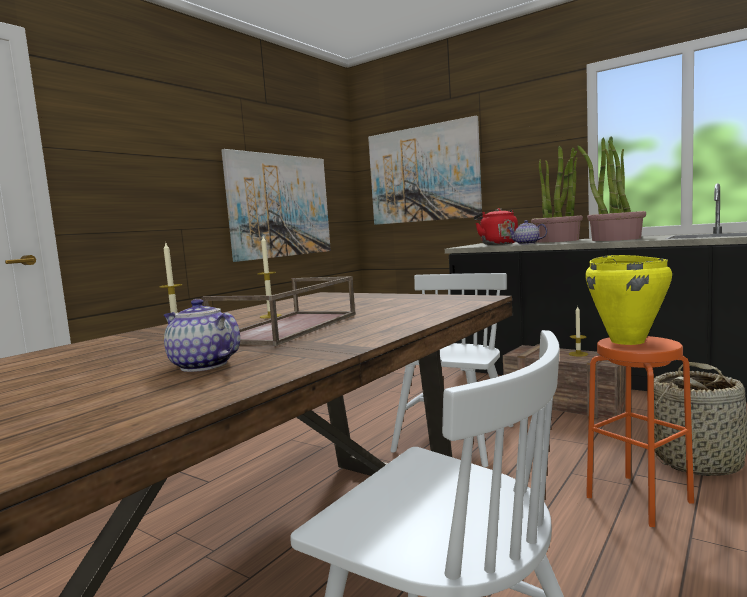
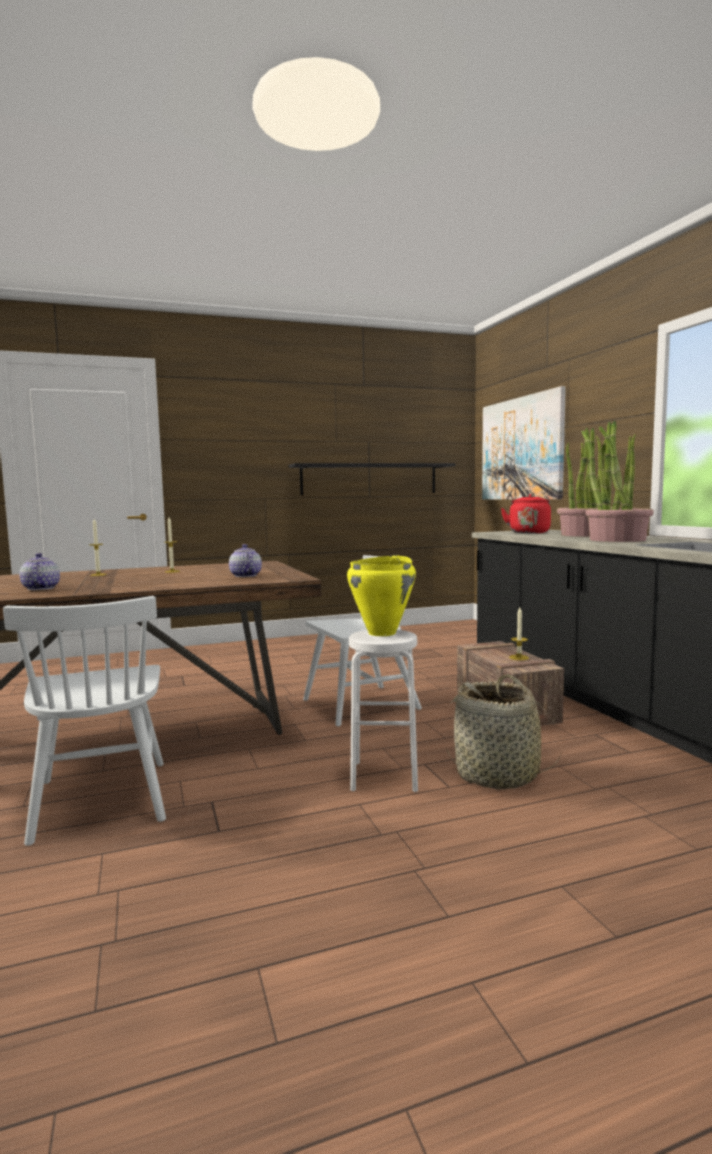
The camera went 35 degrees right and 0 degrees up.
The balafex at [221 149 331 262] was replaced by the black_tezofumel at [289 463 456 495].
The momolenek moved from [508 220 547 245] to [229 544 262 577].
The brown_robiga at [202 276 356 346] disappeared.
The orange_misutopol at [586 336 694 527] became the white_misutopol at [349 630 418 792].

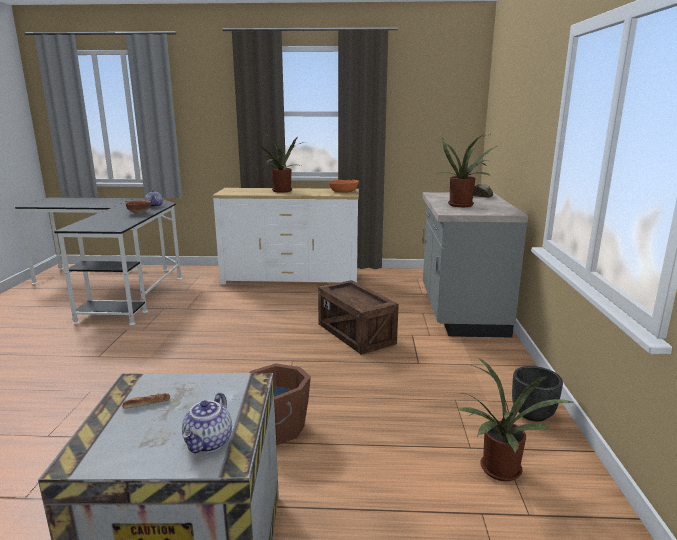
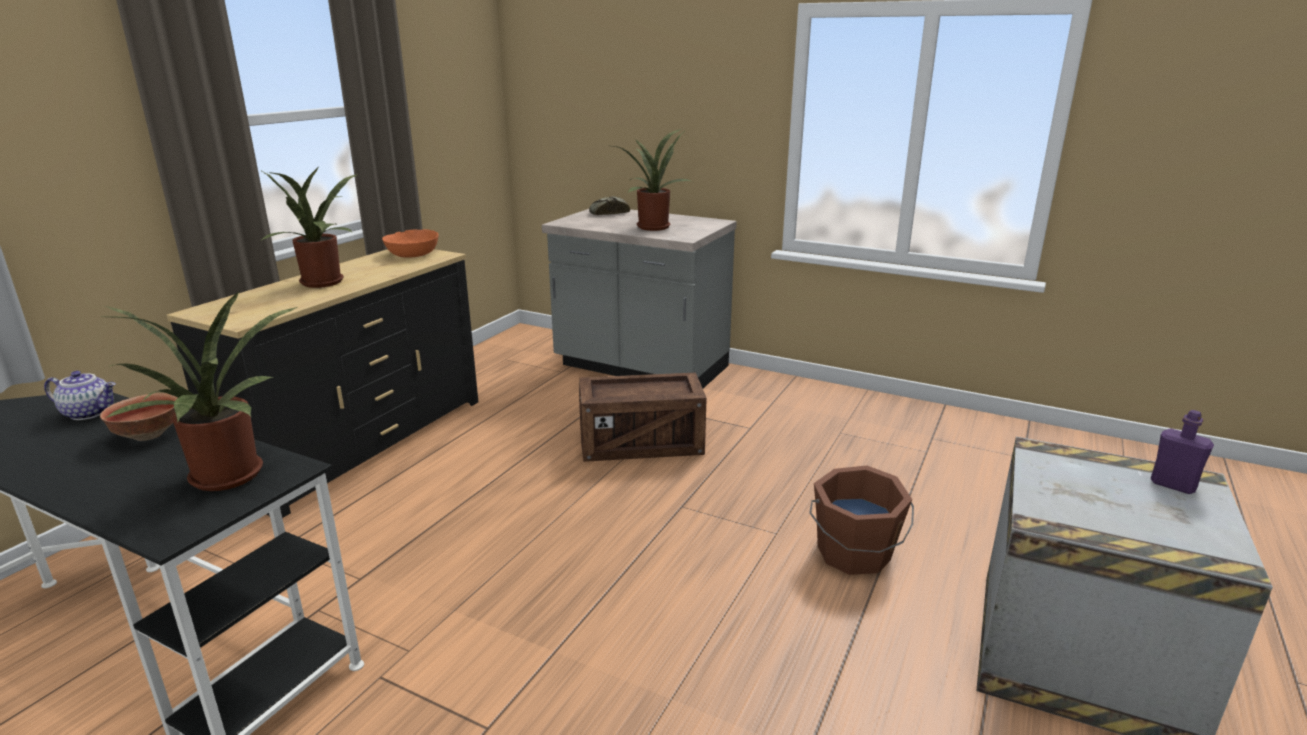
The camera went 65 degrees left and 5 degrees up.
The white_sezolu at [212 188 359 284] became the black_sezolu at [167 249 478 518].
The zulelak moved from [459 357 574 481] to [105 291 298 491].
The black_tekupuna at [512 366 563 422] disappeared.
The momolenek at [182 392 232 453] was replaced by the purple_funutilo at [1151 410 1214 494].
The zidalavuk at [122 393 170 409] disappeared.

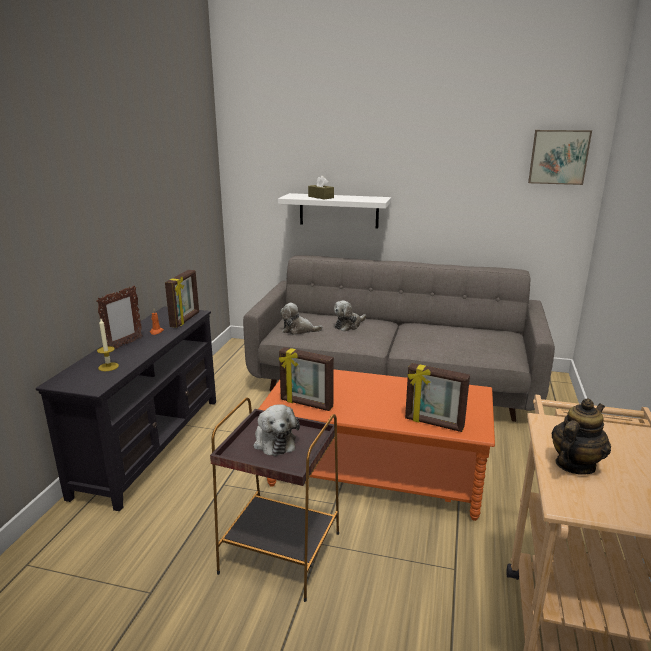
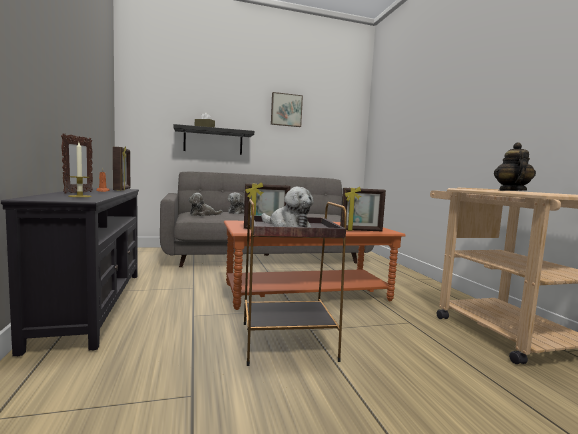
The camera went 30 degrees left and 15 degrees down.
The balafex moved from [528 130 592 185] to [271 92 303 127].
The white_tezofumel at [278 193 391 229] became the black_tezofumel at [173 124 254 155].

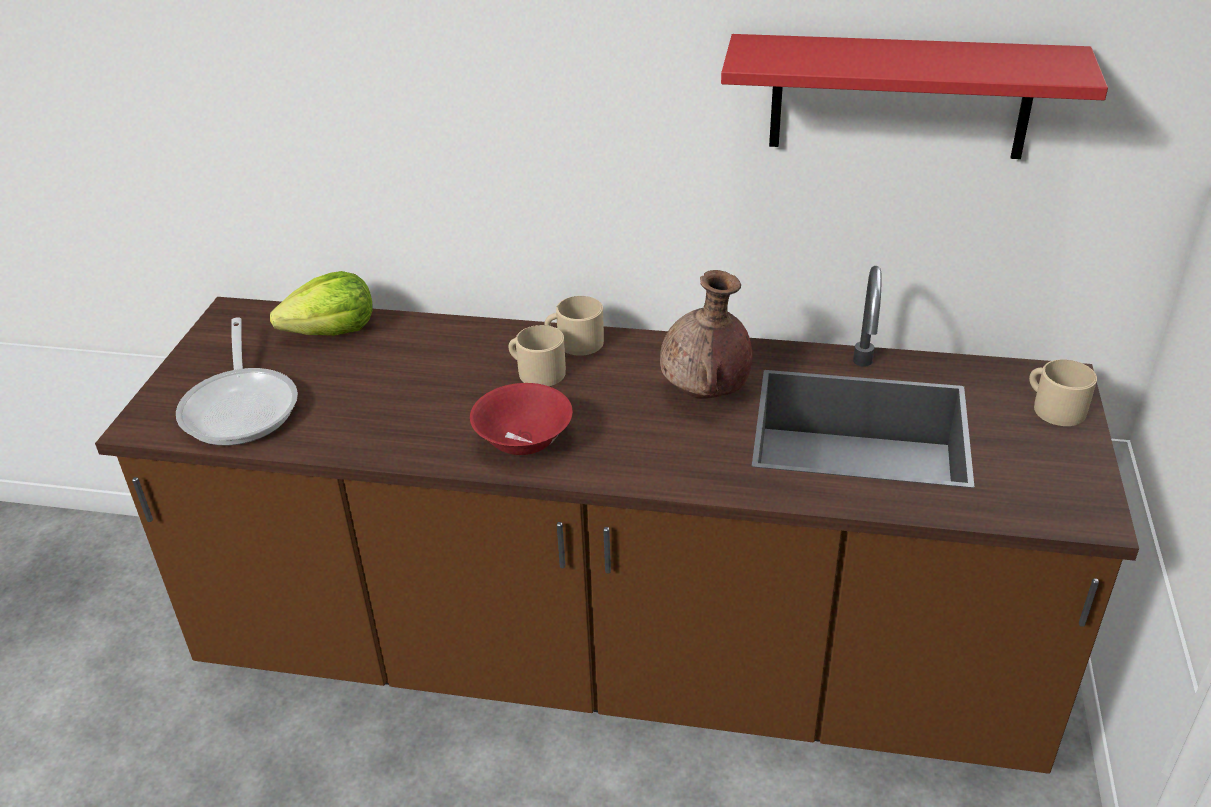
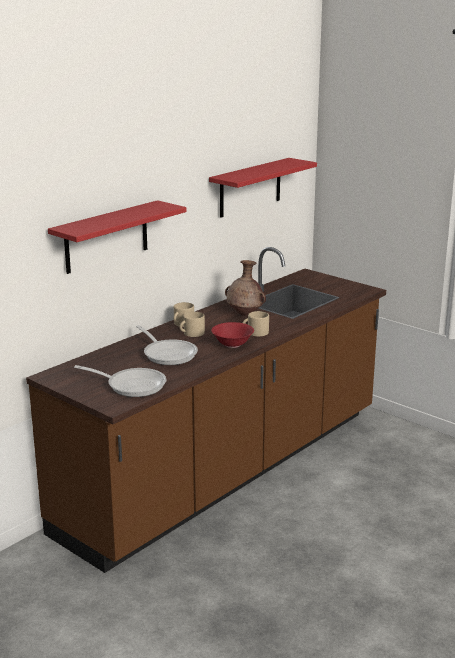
The camera went 60 degrees left and 15 degrees down.
The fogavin at [270 271 373 336] disappeared.
The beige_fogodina moved from [1029 359 1097 426] to [243 311 269 336].
The red_tezofumel at [48 200 187 274] appeared.
The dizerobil at [136 325 198 365] appeared.

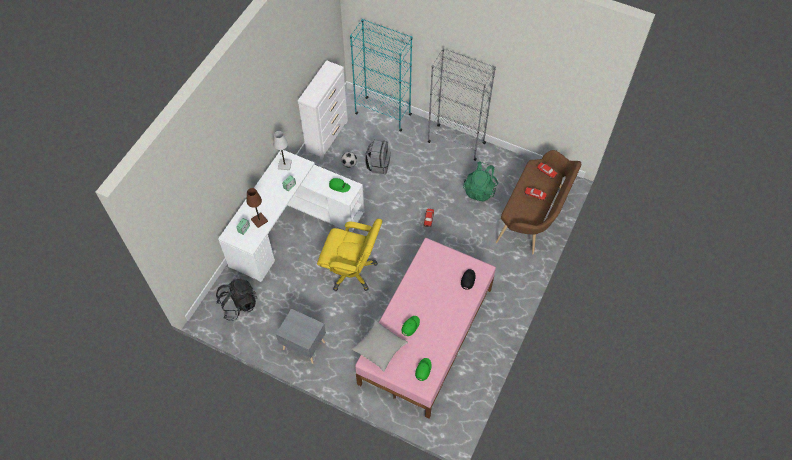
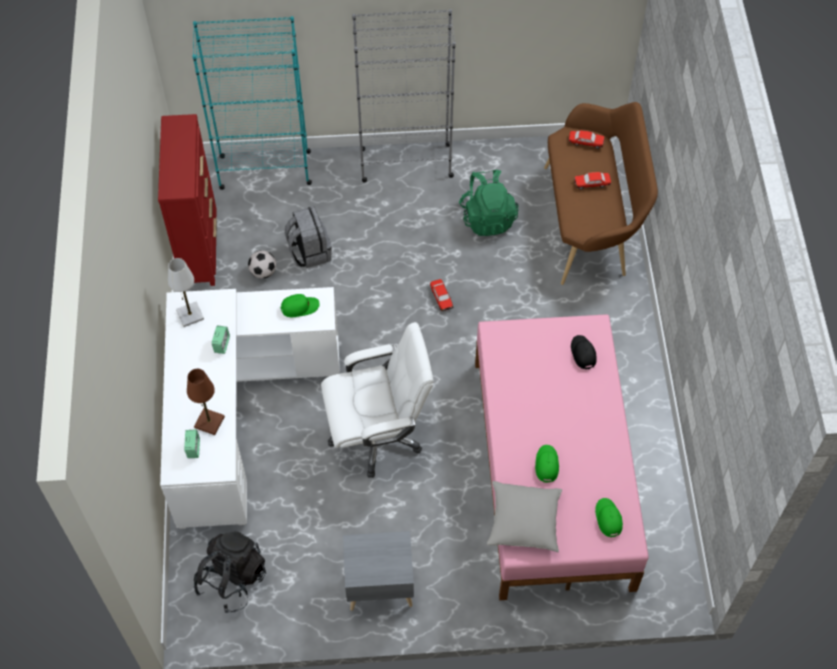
The camera went 30 degrees left and 0 degrees up.
The white_sezolu at [298 60 348 160] became the red_sezolu at [158 114 217 286].
The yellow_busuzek at [317 219 382 291] became the white_busuzek at [321 322 434 478].

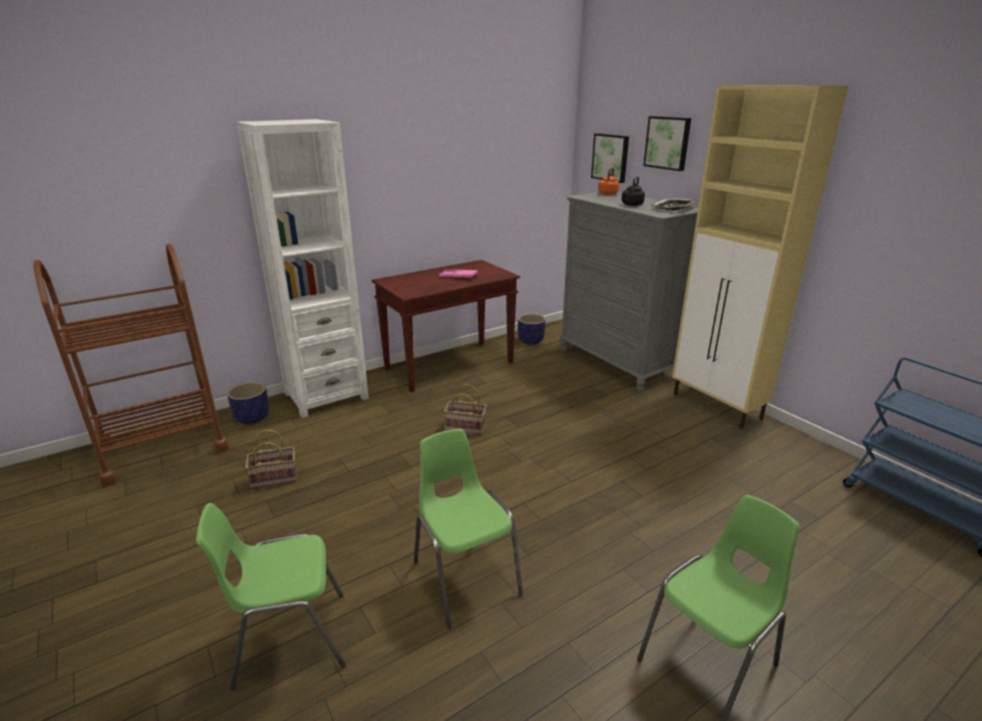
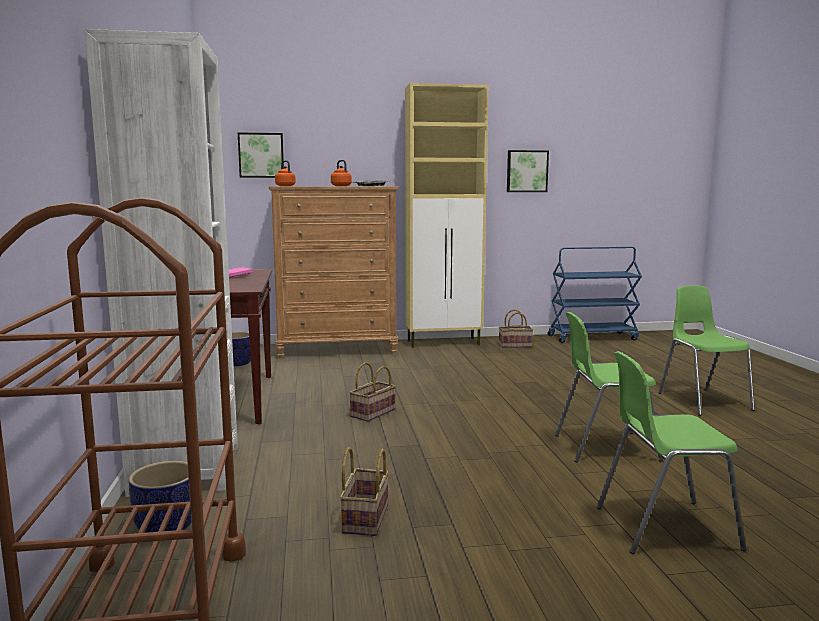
The camera went 65 degrees left and 15 degrees down.
The balafex moved from [643 116 691 171] to [507 150 549 192].
The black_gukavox at [622 176 645 206] became the orange_gukavox at [331 160 352 186].
The grey_sezolu at [560 192 698 392] became the brown_sezolu at [269 187 399 359].
The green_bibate at [196 503 346 690] turned 75 degrees clockwise.
The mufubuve at [499 309 533 348] appeared.

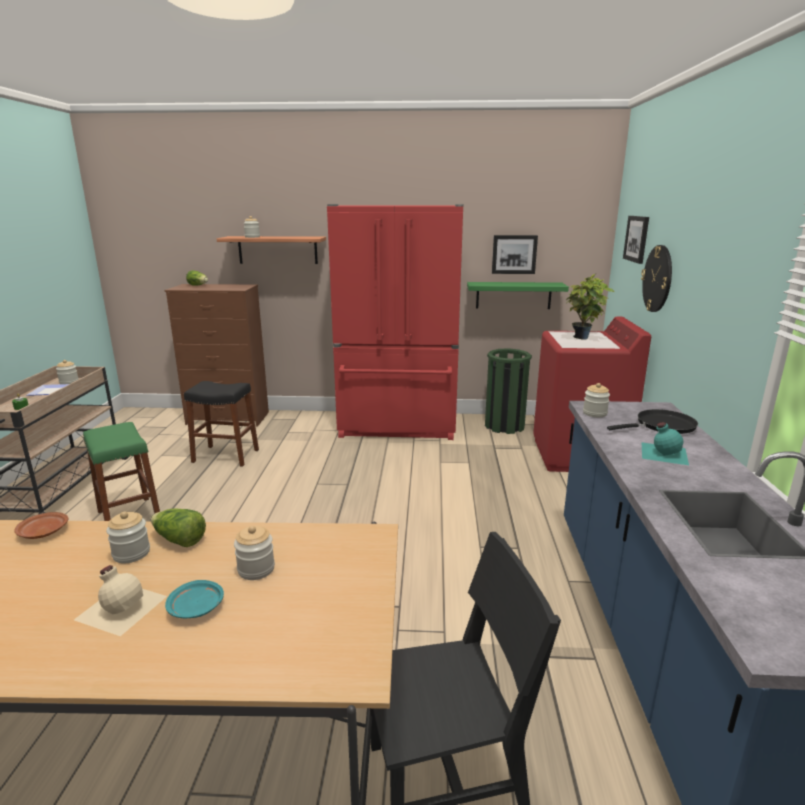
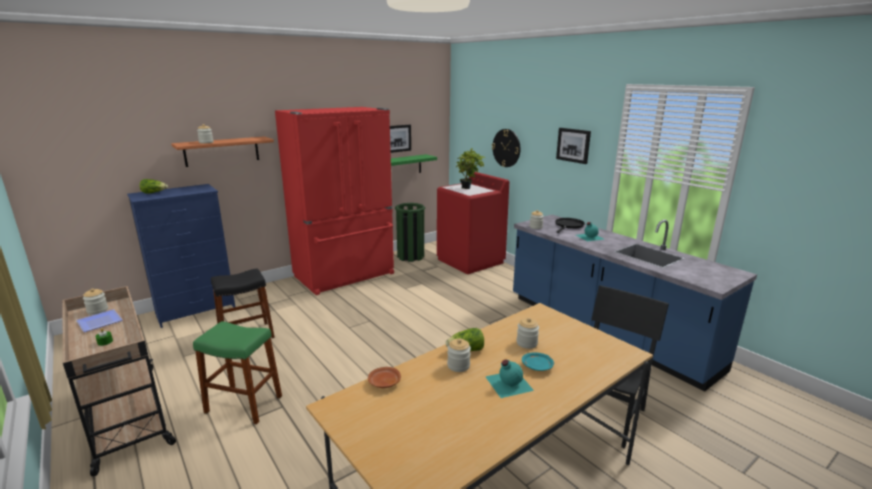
The camera went 40 degrees left and 0 degrees up.
The balafex moved from [623 216 649 264] to [556 128 591 164].
The brown_sezolu at [164 284 269 426] became the blue_sezolu at [127 184 235 328].
The beige_funutilo at [74 565 167 636] became the turquoise_funutilo at [485 360 534 398].

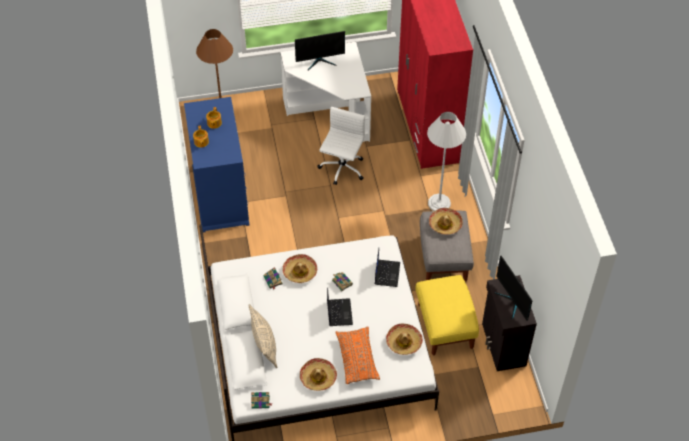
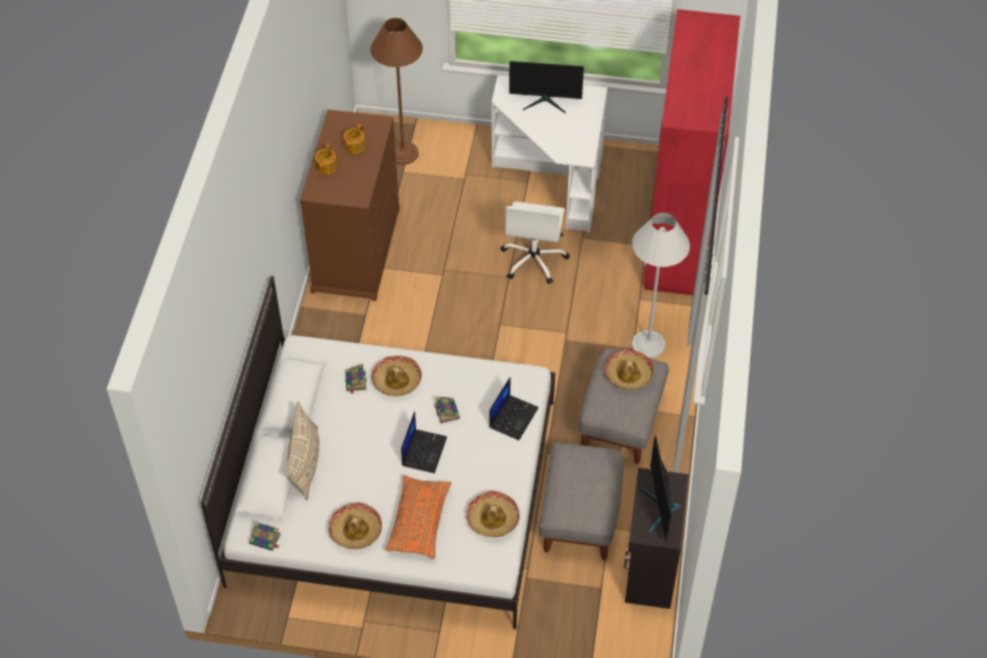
The camera went 20 degrees right and 0 degrees up.
The blue_sezolu at [184 97 249 232] became the brown_sezolu at [300 109 400 301].
The white_busuzek at [318 107 365 185] turned 150 degrees clockwise.
The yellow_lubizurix at [415 275 479 355] became the grey_lubizurix at [539 443 623 560].

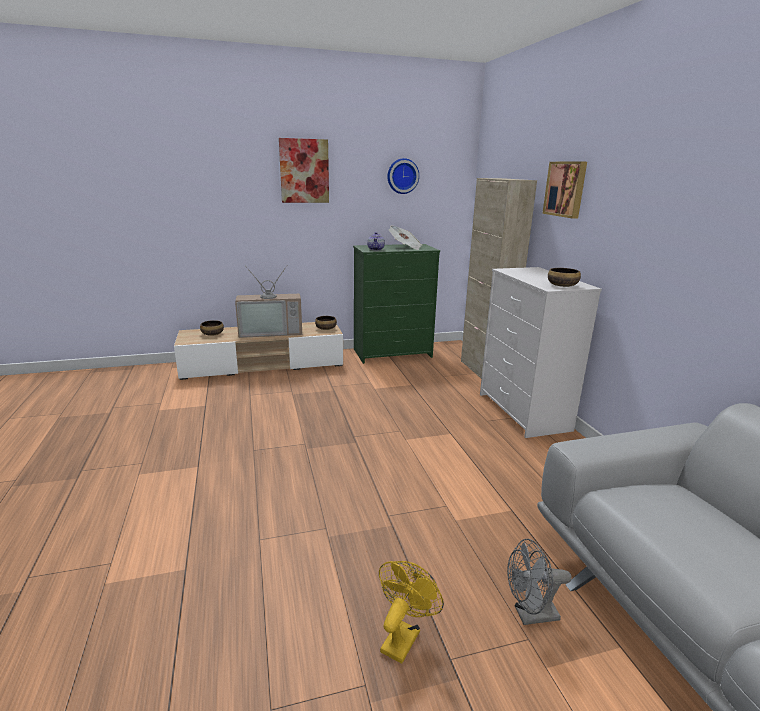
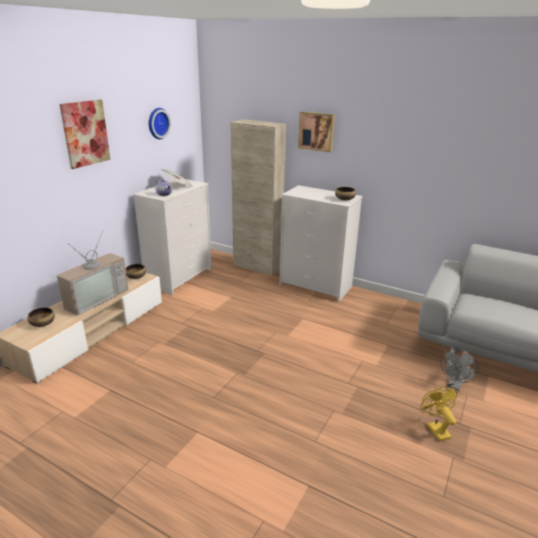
The camera went 45 degrees left and 5 degrees up.
The green_sezolu at [353 244 440 364] became the white_sezolu at [133 179 212 295].

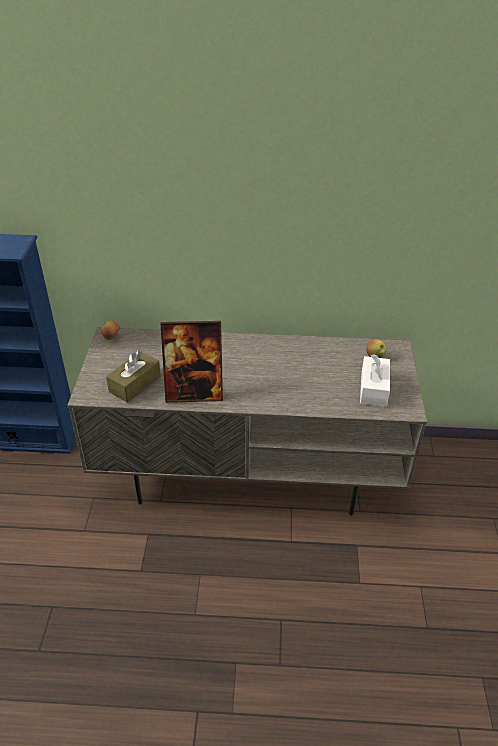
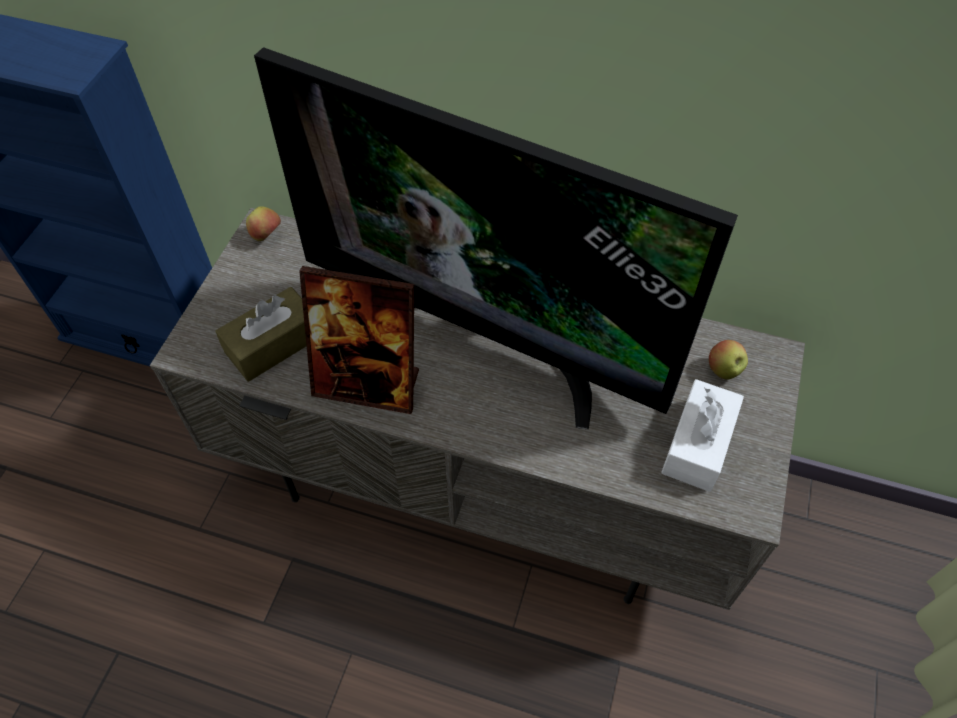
The camera went 15 degrees right and 15 degrees up.
The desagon at [254 47 738 429] appeared.

